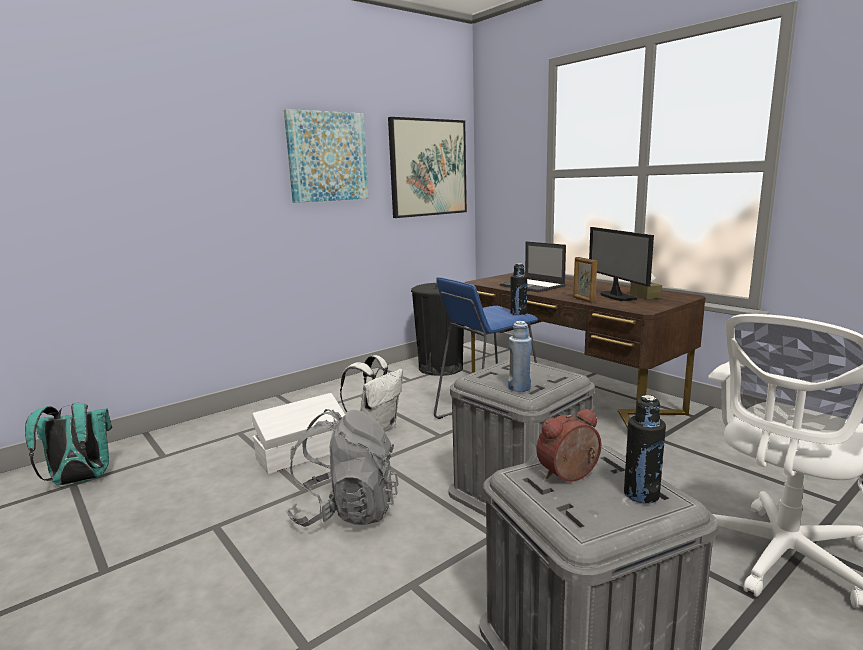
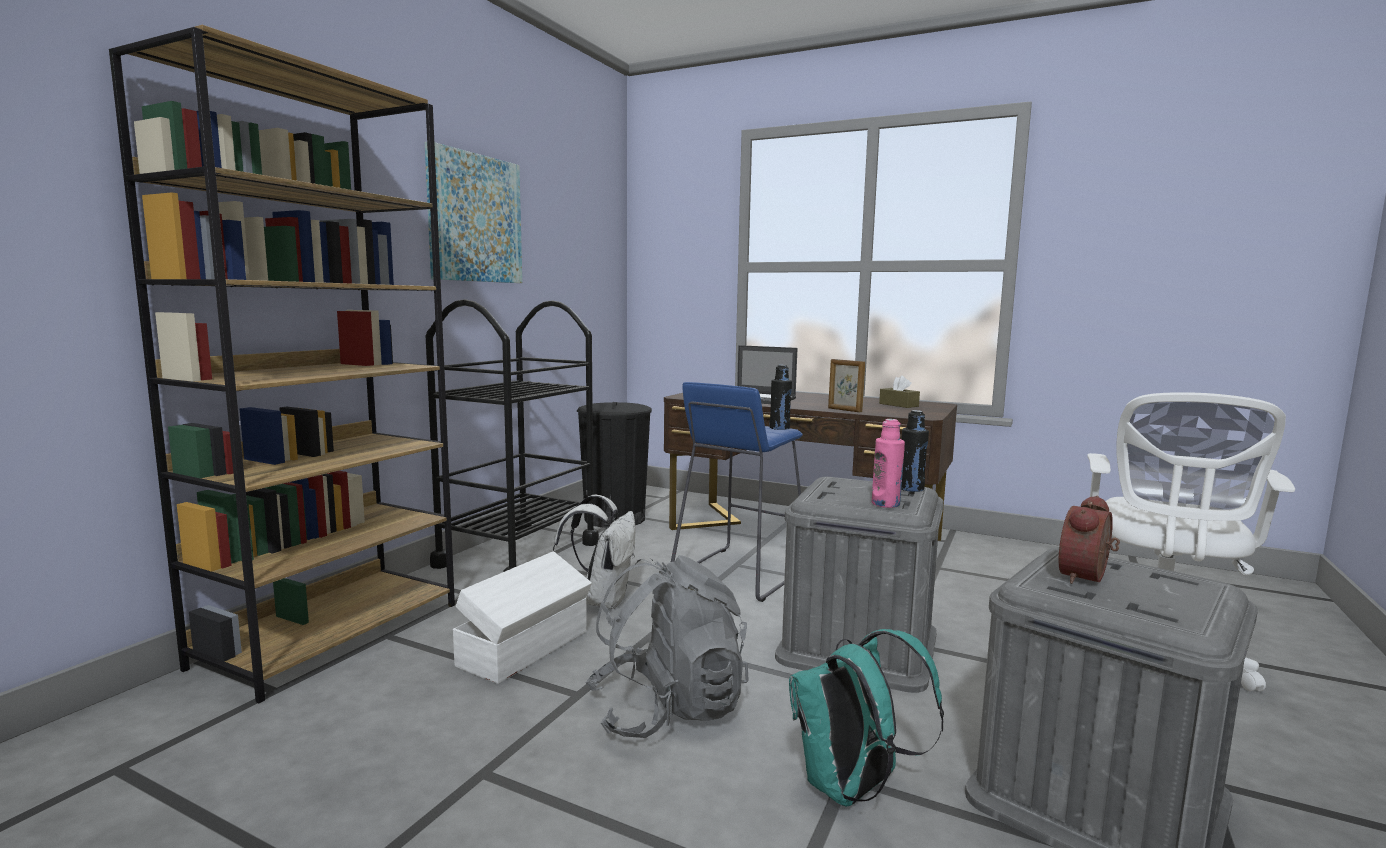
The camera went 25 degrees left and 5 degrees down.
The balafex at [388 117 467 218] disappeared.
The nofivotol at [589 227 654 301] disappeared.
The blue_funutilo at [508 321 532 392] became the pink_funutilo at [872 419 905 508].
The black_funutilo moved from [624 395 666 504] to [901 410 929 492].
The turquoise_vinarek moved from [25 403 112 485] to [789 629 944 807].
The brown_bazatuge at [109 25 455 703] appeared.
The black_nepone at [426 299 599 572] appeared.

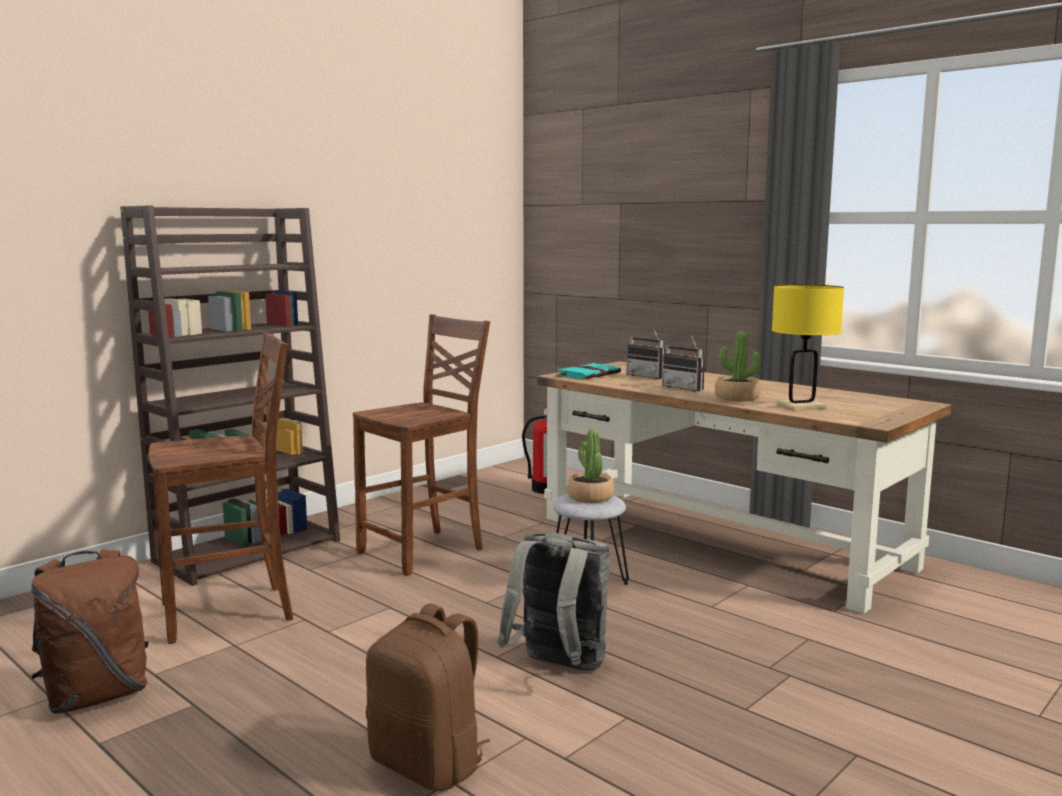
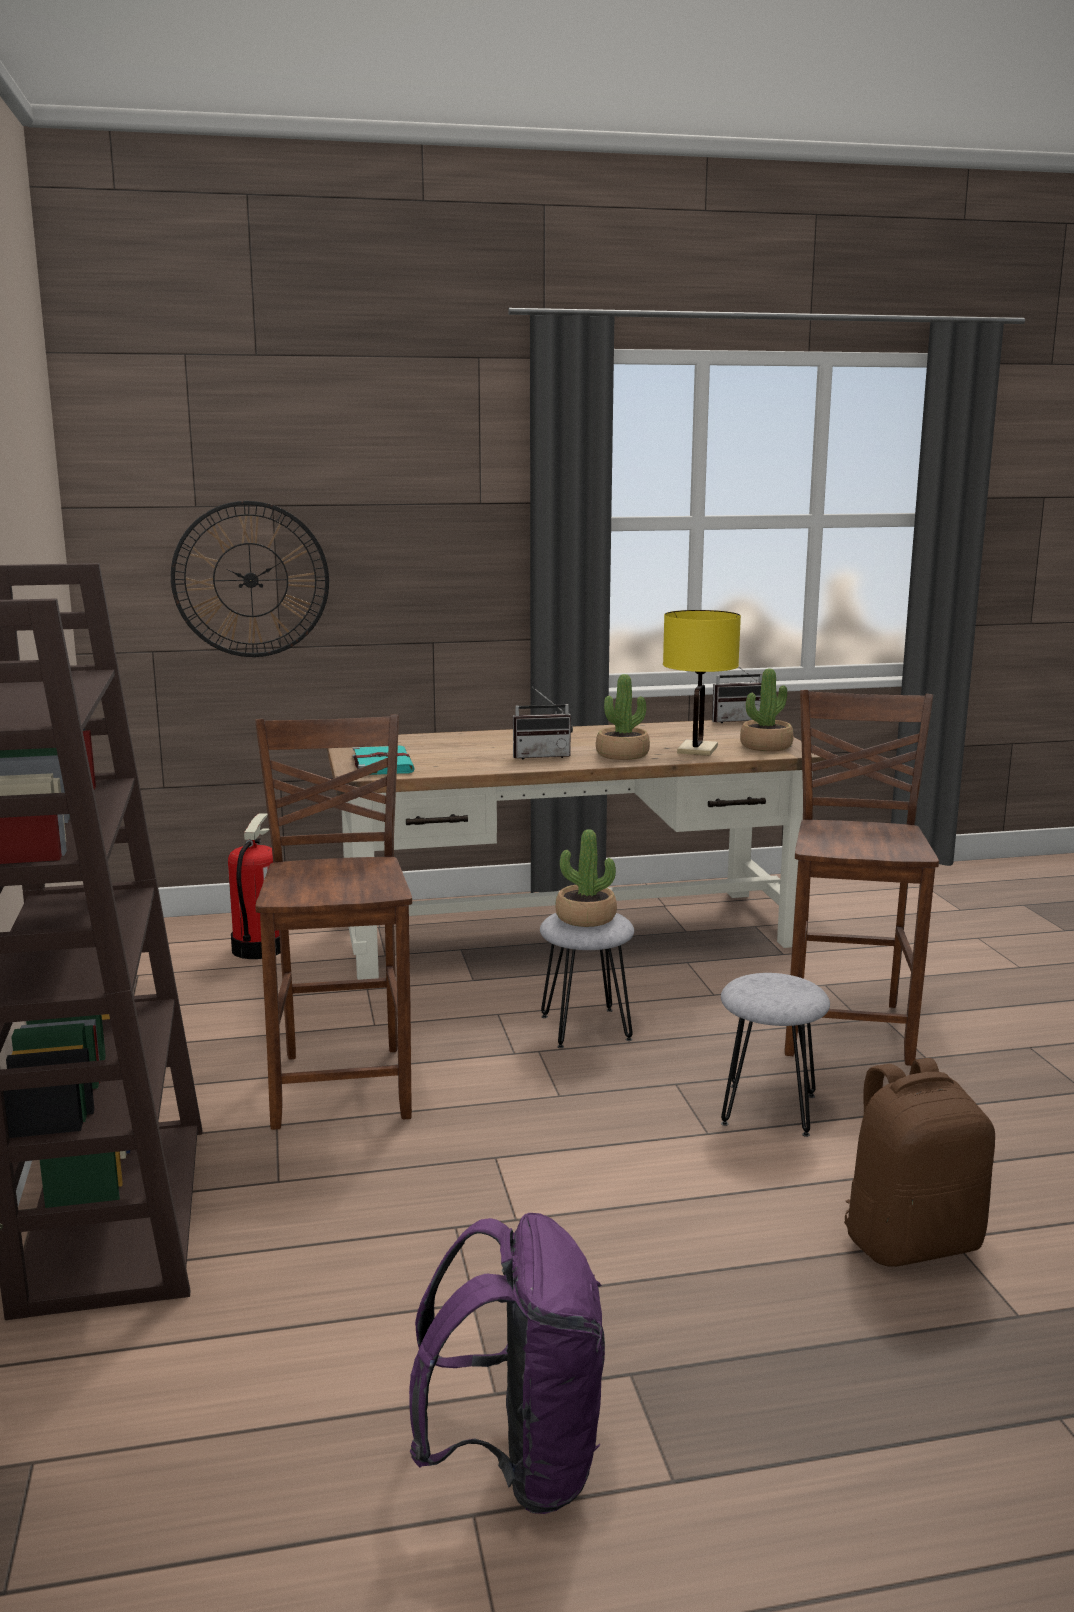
The camera went 55 degrees left and 5 degrees up.
The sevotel moved from [627 328 666 379] to [712 667 763 723].
The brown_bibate moved from [149 331 293 644] to [785 690 939 1066].
The grey_vinarek at [497 533 610 671] was replaced by the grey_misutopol at [721 973 830 1137].
The brown_vinarek at [32 549 149 714] became the purple_vinarek at [409 1213 605 1514].
The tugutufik at [171 501 329 657] appeared.
The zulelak at [740 669 794 751] appeared.

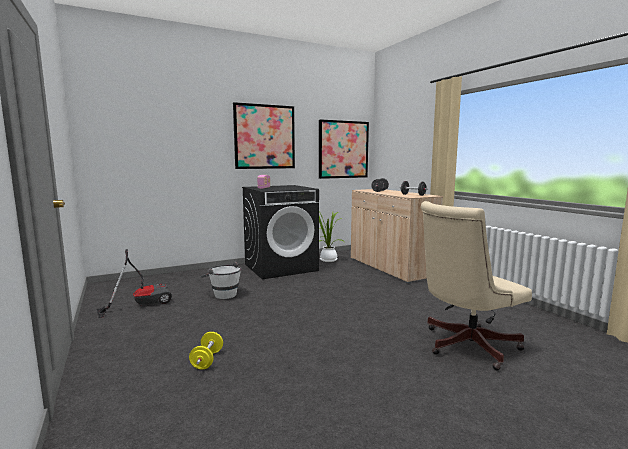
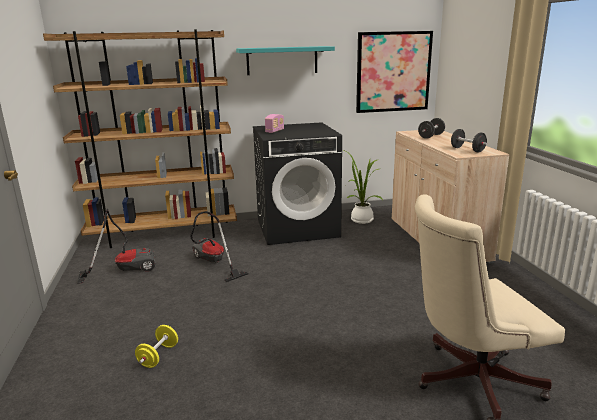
The camera went 15 degrees right and 10 degrees up.
The balafex at [233 102 295 169] was replaced by the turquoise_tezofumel at [236 46 335 75].
The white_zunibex at [201 262 242 299] was replaced by the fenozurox at [190 211 249 282].
The brown_bazatuge at [43 29 237 248] appeared.

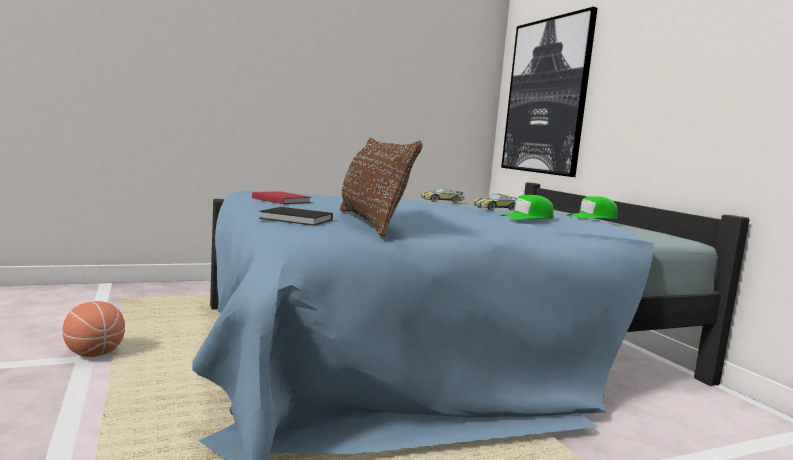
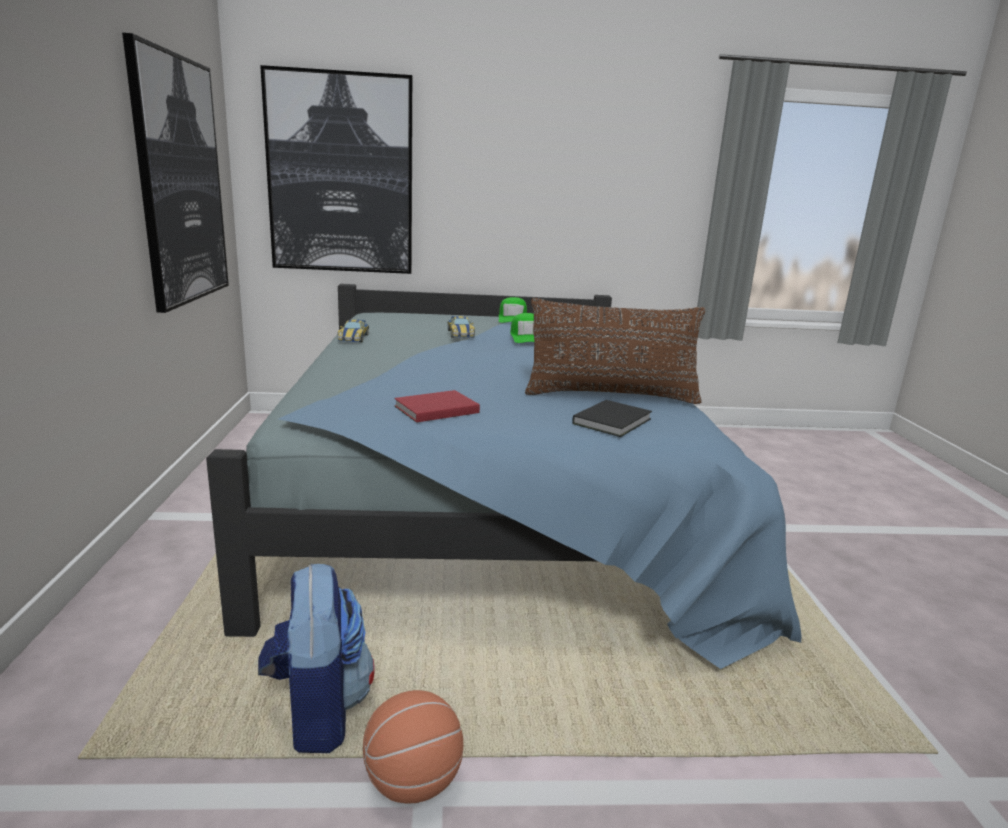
The camera went 70 degrees left and 10 degrees up.
The balafex at [122 33 229 313] appeared.
The vinarek at [258 564 375 753] appeared.

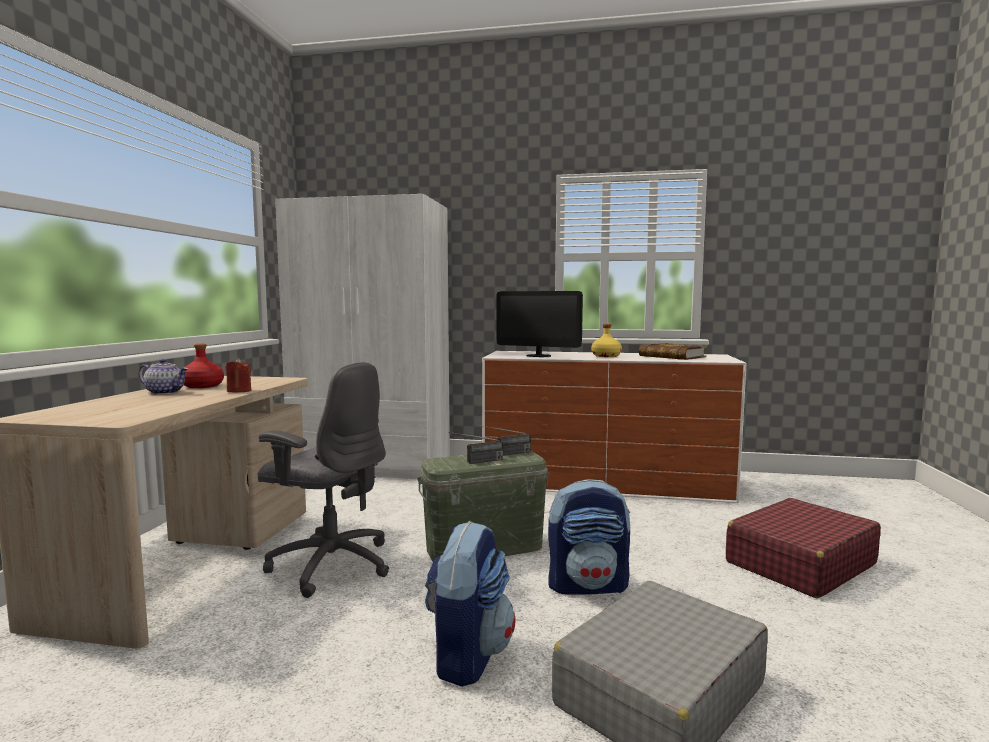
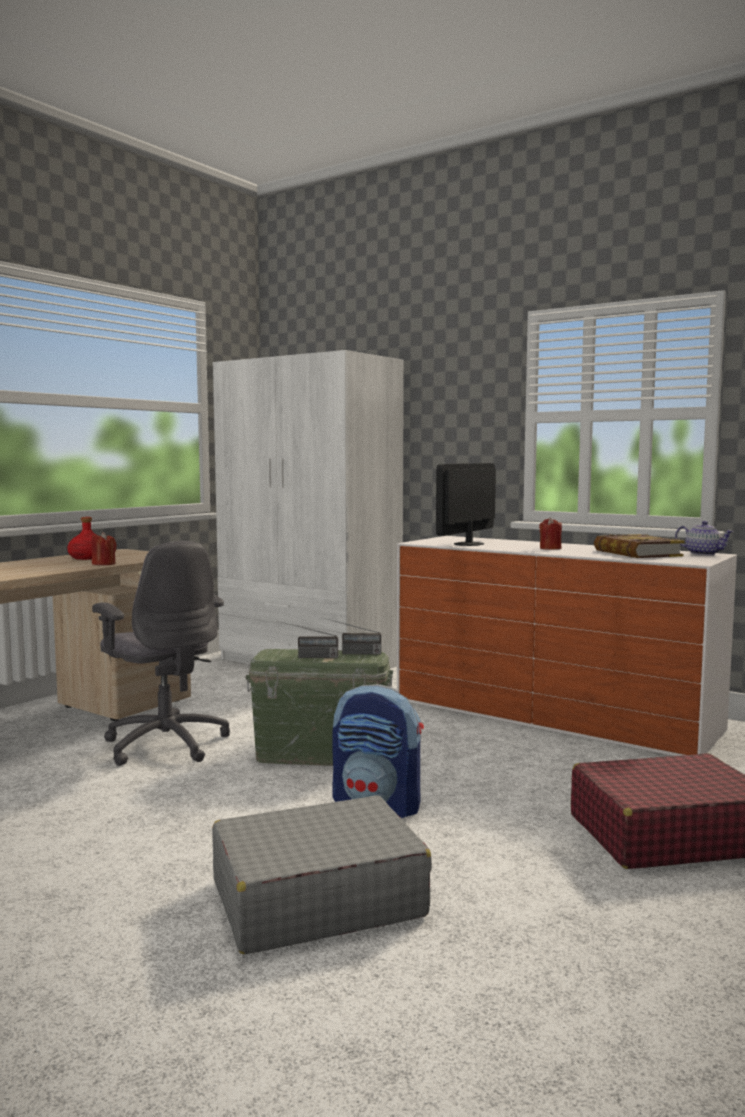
The camera went 25 degrees right and 0 degrees up.
The nofivotol at [496 291 583 357] turned 75 degrees clockwise.
The yellow_funutilo at [591 324 622 357] was replaced by the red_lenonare at [539 517 562 550].
The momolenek moved from [138 359 188 395] to [675 521 734 555].
The vinarek at [425 521 516 687] disappeared.

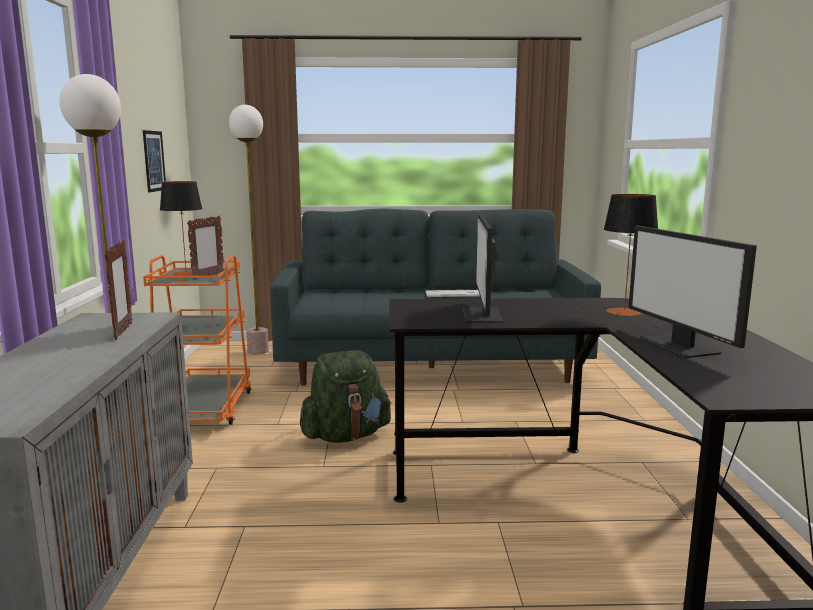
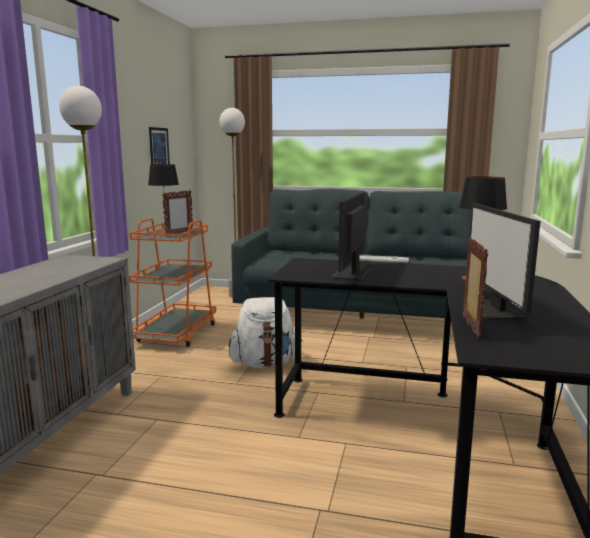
The camera went 15 degrees right and 0 degrees up.
The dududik moved from [105 240 133 340] to [463 236 488 339].
The green_vinarek at [300 350 391 443] became the white_vinarek at [229 297 303 368].

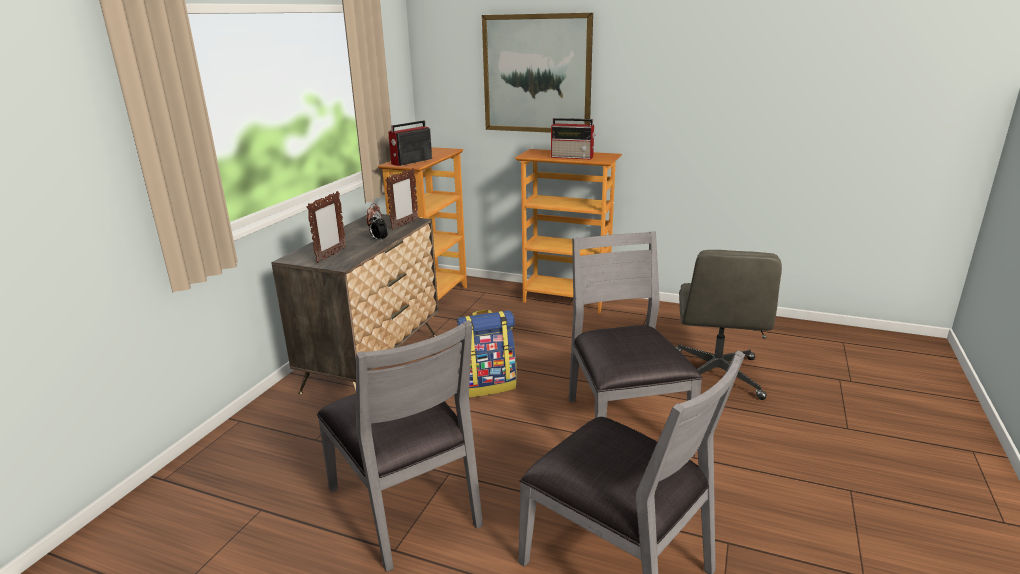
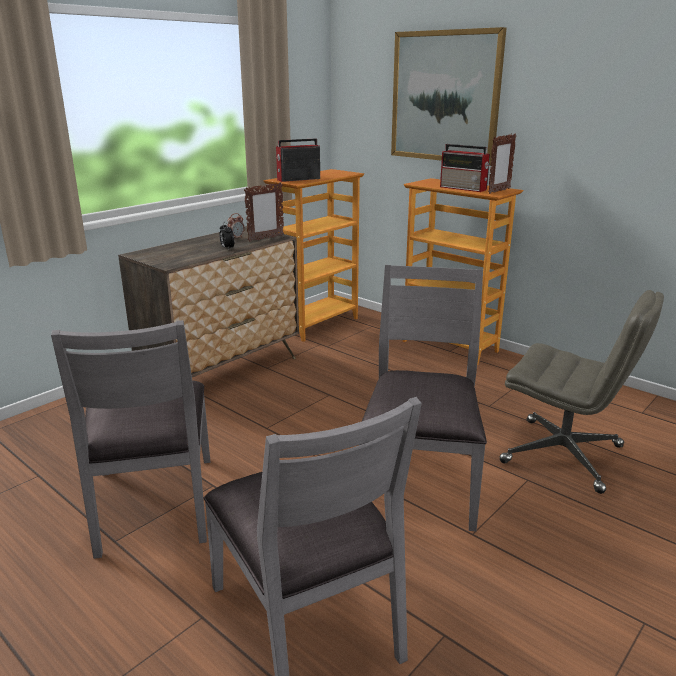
The camera went 20 degrees right and 0 degrees up.
The dududik moved from [307 191 346 263] to [488 133 516 194].
The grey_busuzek at [675 250 782 400] turned 90 degrees counterclockwise.
The vinarek at [457 310 517 398] disappeared.

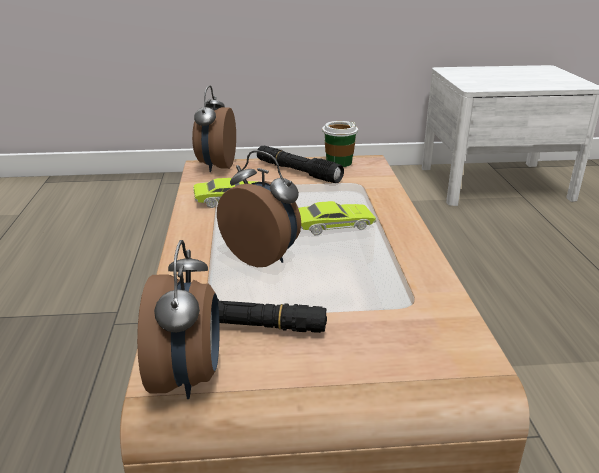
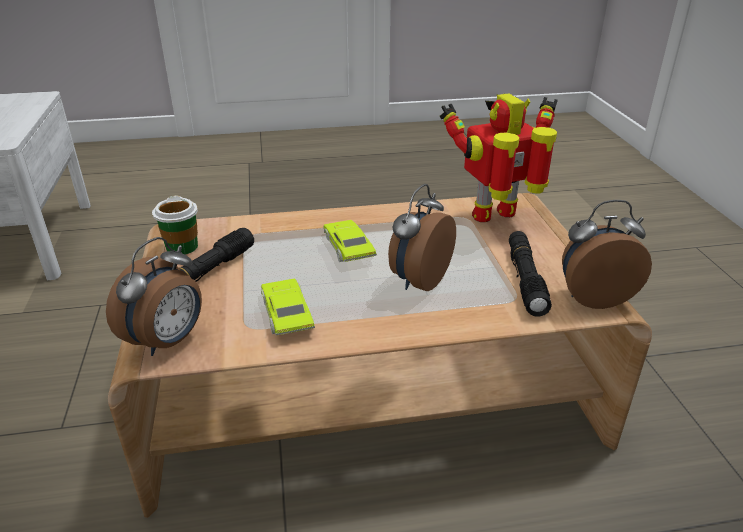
The camera went 95 degrees left and 5 degrees up.
The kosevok at [192 85 236 172] turned 60 degrees counterclockwise.
The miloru at [440 93 558 222] appeared.

